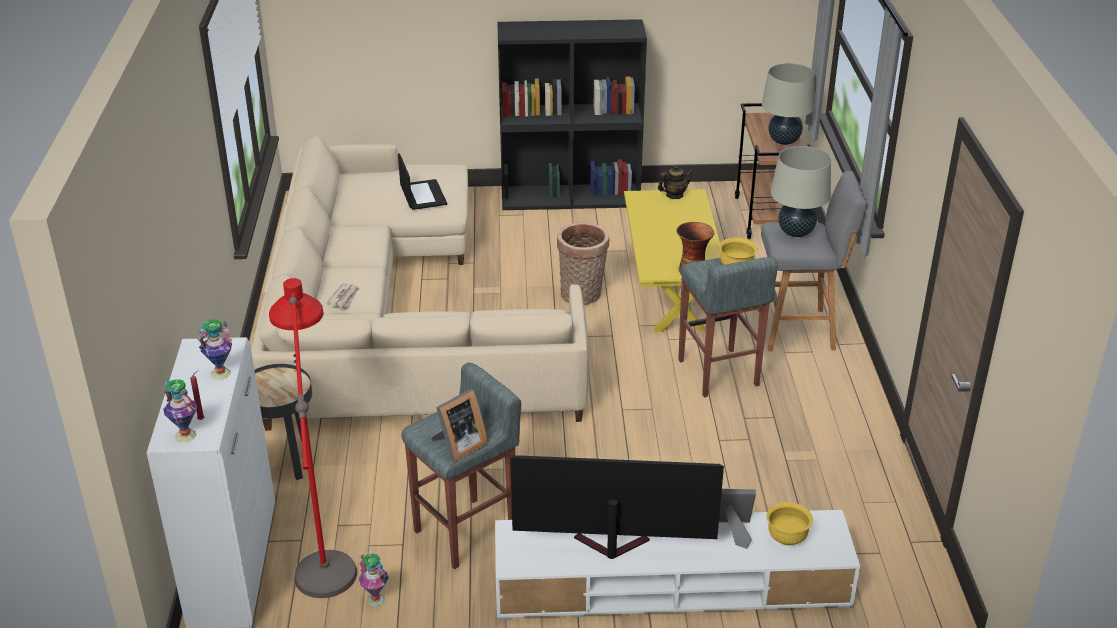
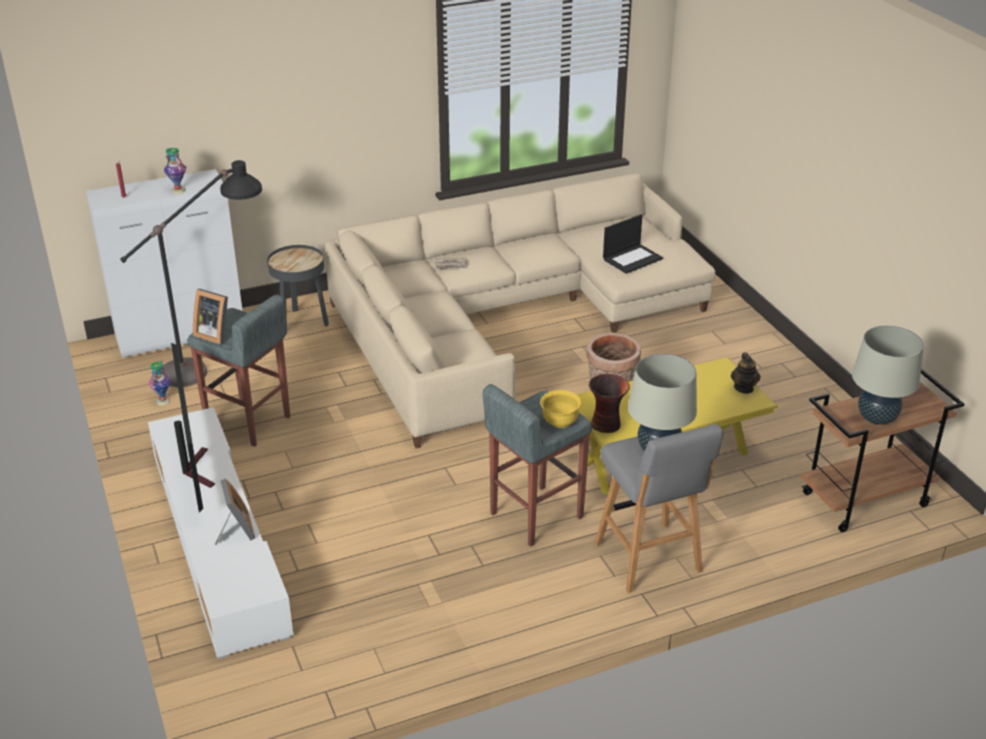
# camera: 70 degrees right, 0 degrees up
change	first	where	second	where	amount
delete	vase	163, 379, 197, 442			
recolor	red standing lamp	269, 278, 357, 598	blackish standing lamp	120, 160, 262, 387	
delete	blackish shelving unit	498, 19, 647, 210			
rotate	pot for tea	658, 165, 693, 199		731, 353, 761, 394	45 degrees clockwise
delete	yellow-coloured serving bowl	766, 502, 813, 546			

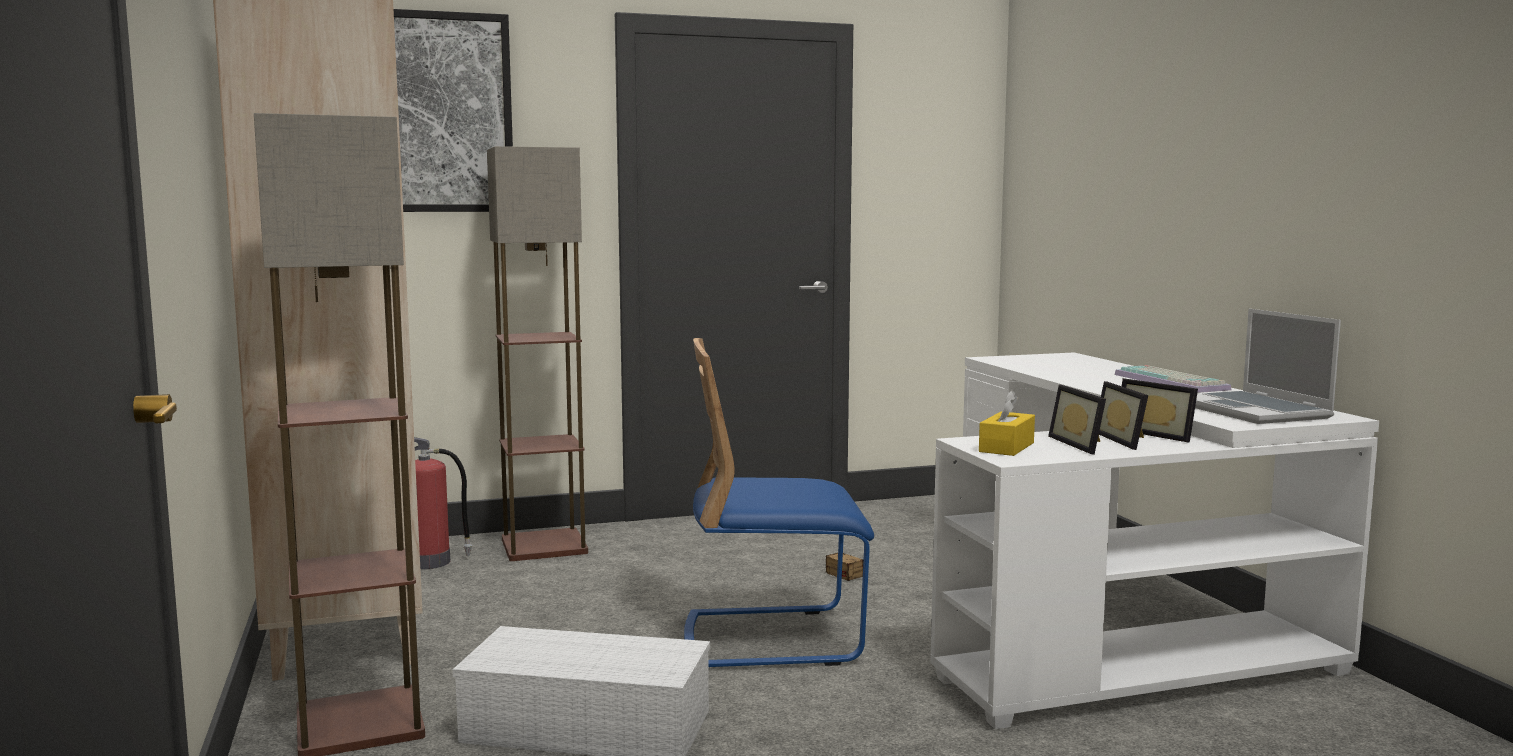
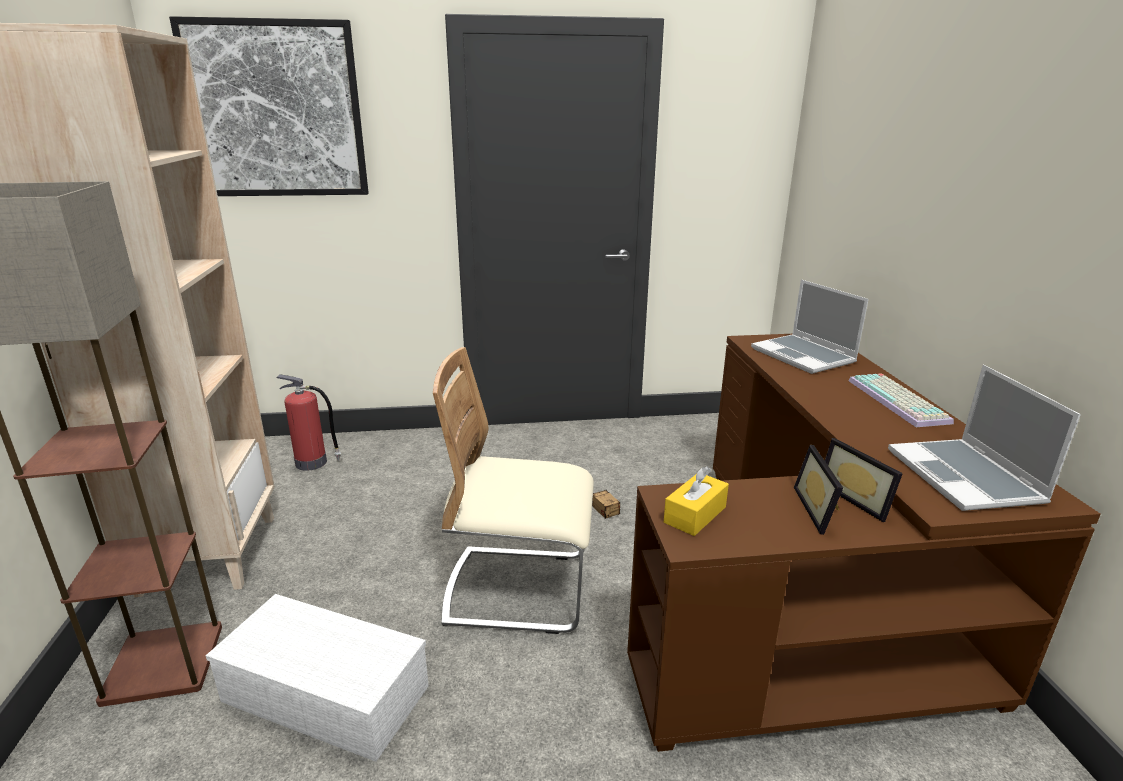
# camera: 10 degrees right, 15 degrees up
change	first	where	second	where	amount
delete	standing lamp	487, 146, 588, 561			
recolor	blue chair	684, 338, 874, 667	beige chair	433, 347, 594, 634	
recolor	whitish desk table	930, 353, 1379, 729	brown-coloured desk table	627, 334, 1101, 752	
delete	photo frame	1048, 385, 1106, 455			
insert			laptop	751, 279, 869, 374	

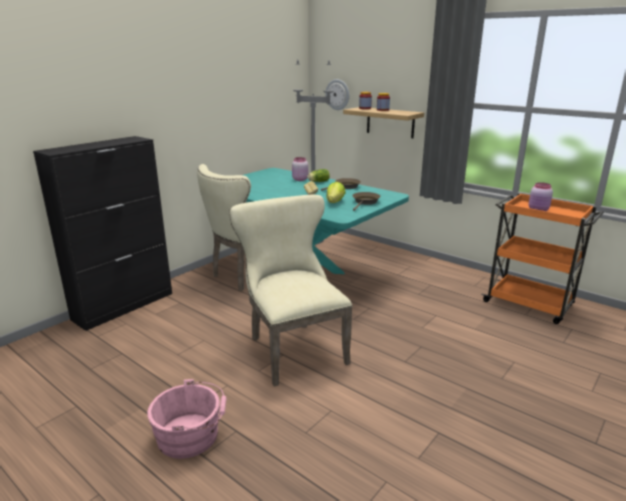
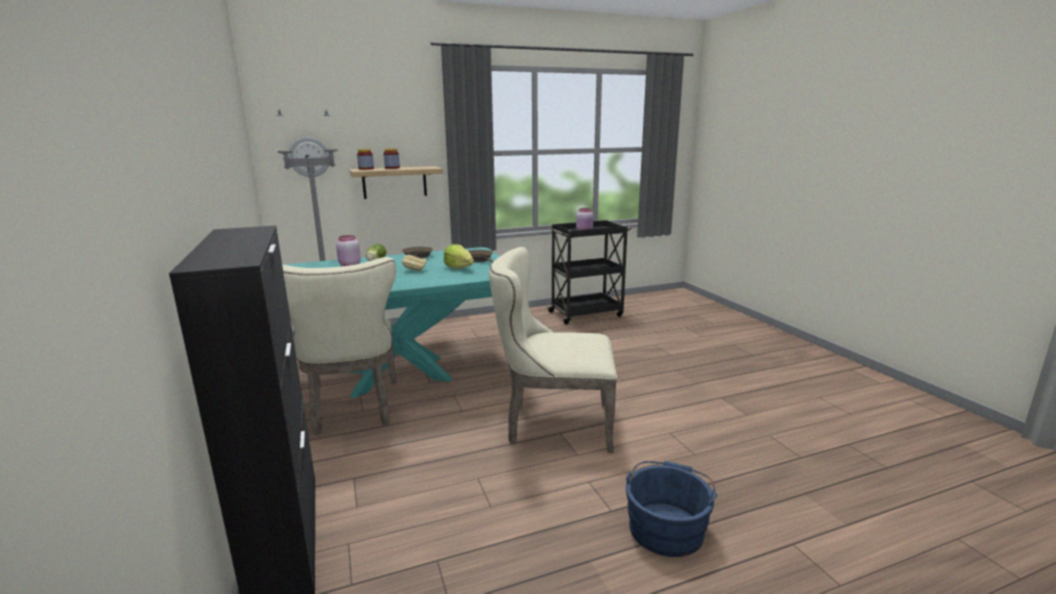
# camera: 60 degrees left, 5 degrees down
change	first	where	second	where	amount
recolor	pinkish pail	147, 379, 227, 459	blue pail	625, 461, 717, 557	
recolor	orange cart	481, 193, 604, 324	blackish cart	546, 220, 631, 325	

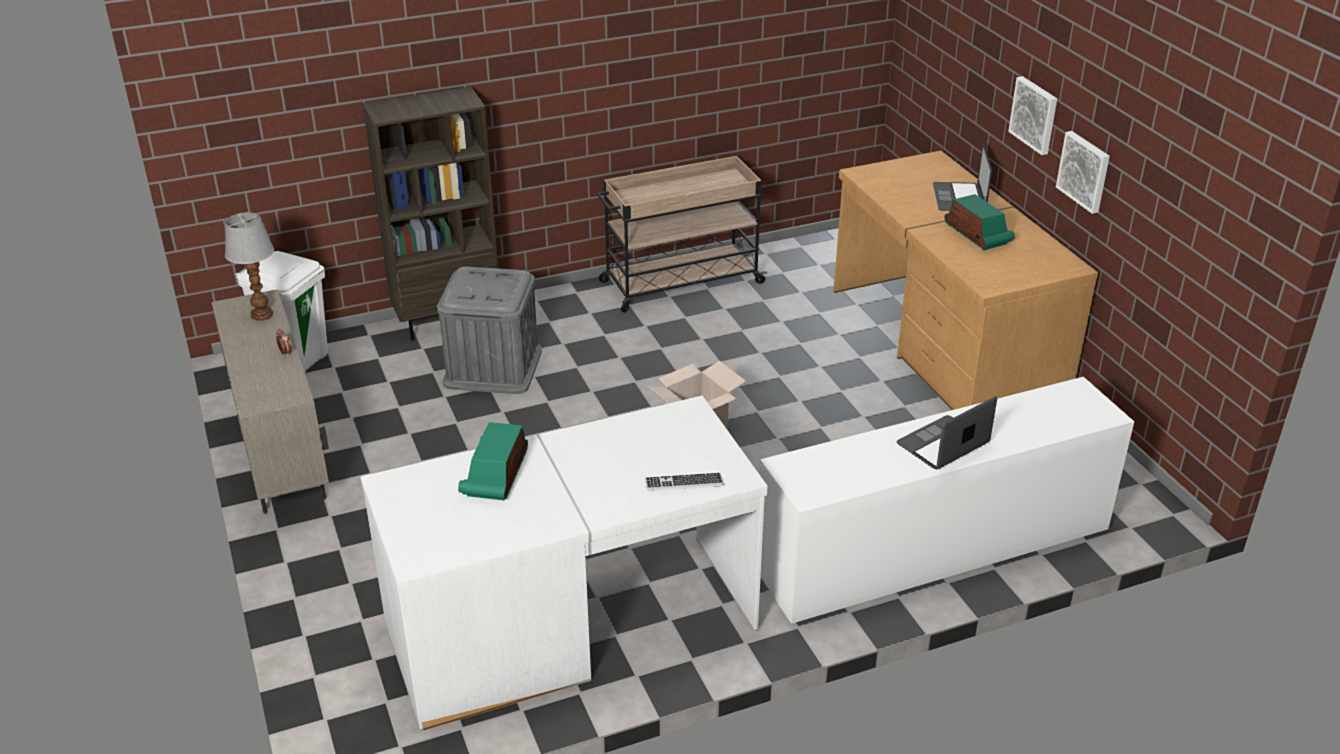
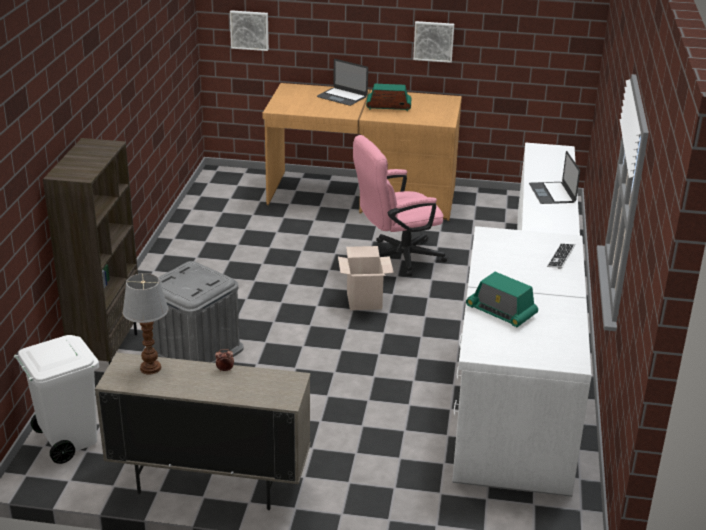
# camera: 60 degrees left, 5 degrees down
change	first	where	second	where	amount
delete	beige cart	597, 156, 767, 313			
move	wall picture	1008, 76, 1057, 155		230, 10, 269, 51	
insert			pinkish office chair	353, 135, 448, 276	

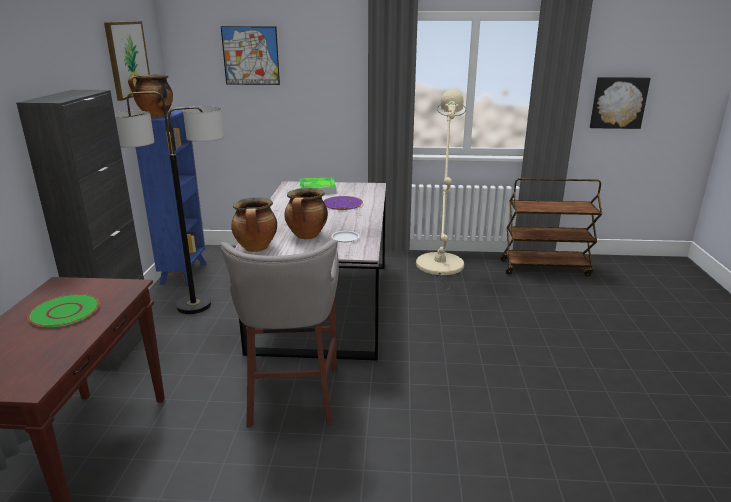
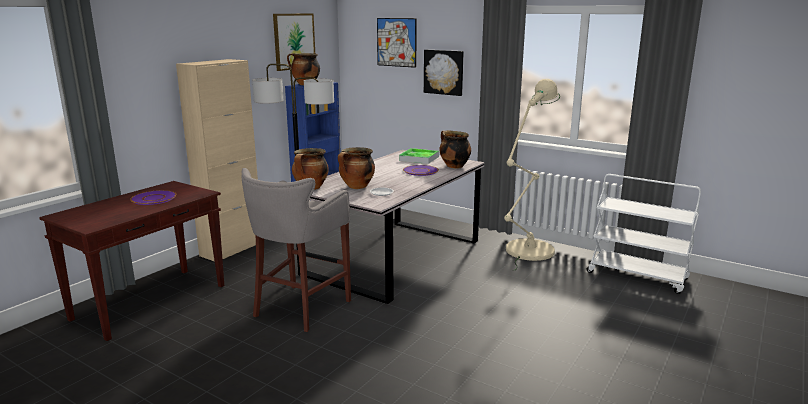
# camera: 30 degrees right, 5 degrees down
change	first	where	second	where	amount
recolor	blackish storage cabinet	16, 90, 144, 370	beige storage cabinet	176, 59, 258, 262	
recolor	greenish flat dish	28, 294, 99, 327	purplish flat dish	130, 190, 176, 205	
recolor	brown-coloured cart	500, 178, 602, 276	whitish cart	587, 174, 701, 294	
move	wall picture	590, 77, 651, 129		424, 50, 464, 96	
insert			cooking pot	439, 130, 471, 169	

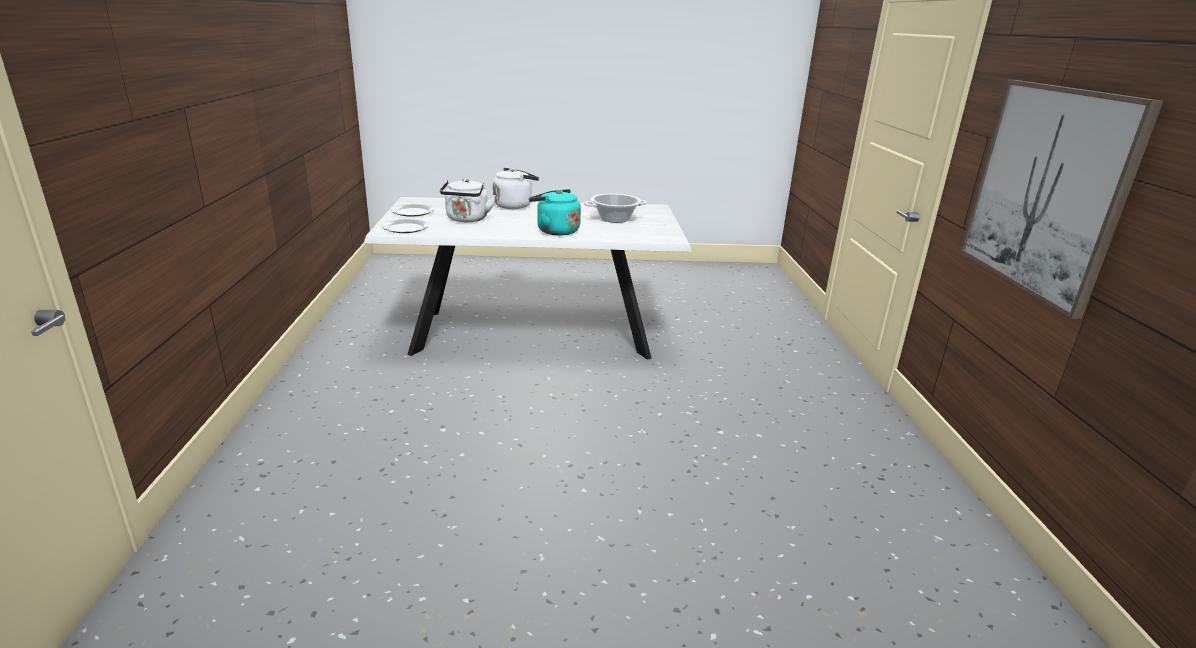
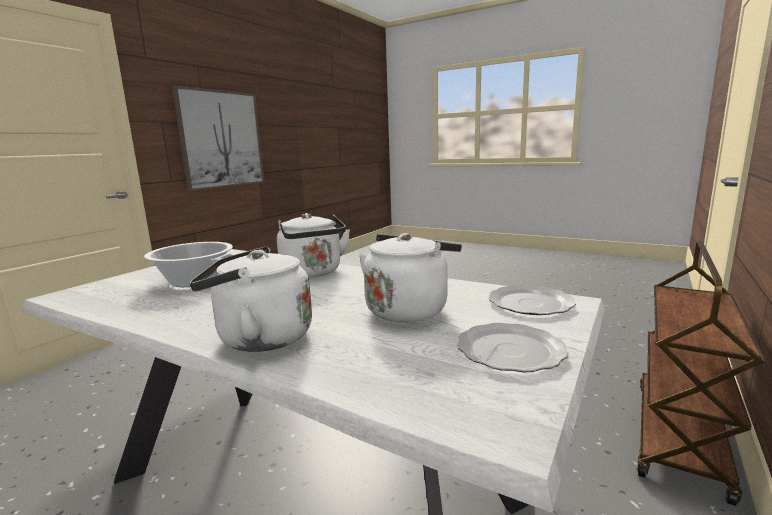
# camera: 145 degrees left, 10 degrees down
change	first	where	second	where	amount
recolor	turquoise tea kettle	529, 189, 581, 236	whitish tea kettle	277, 213, 350, 278	
insert			brown-coloured cart	637, 240, 766, 506	

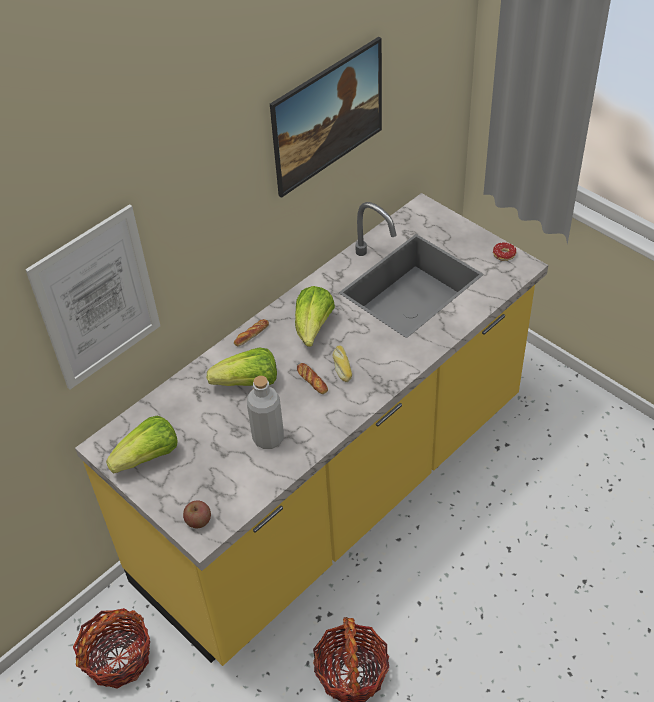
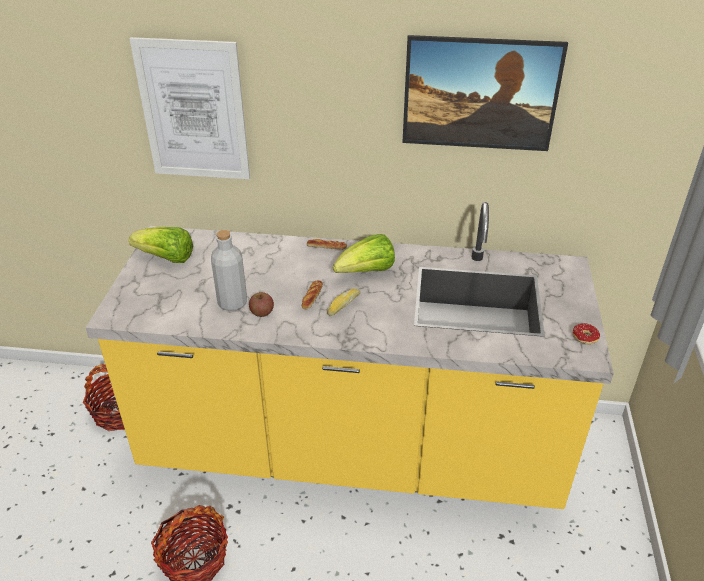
# camera: 50 degrees right, 10 degrees down
change	first	where	second	where	amount
move	whole apple	183, 500, 211, 528		249, 292, 274, 317	
delete	lettuce	207, 348, 277, 386			

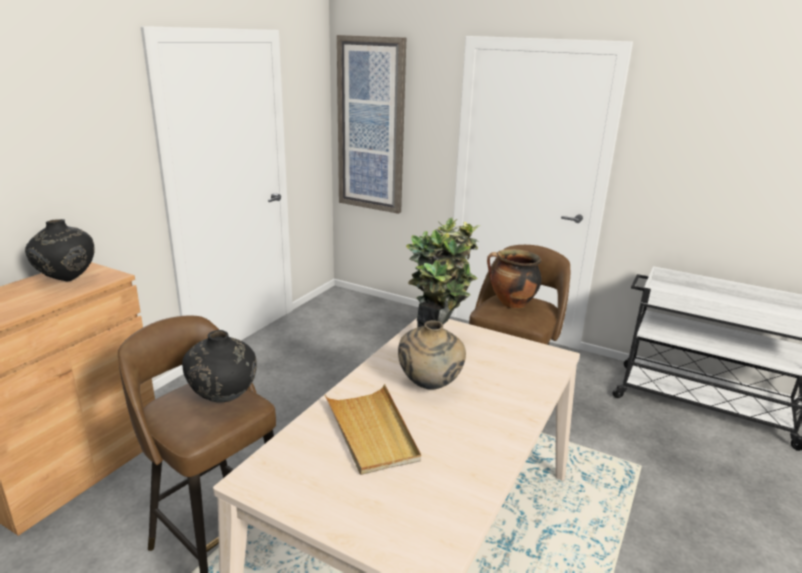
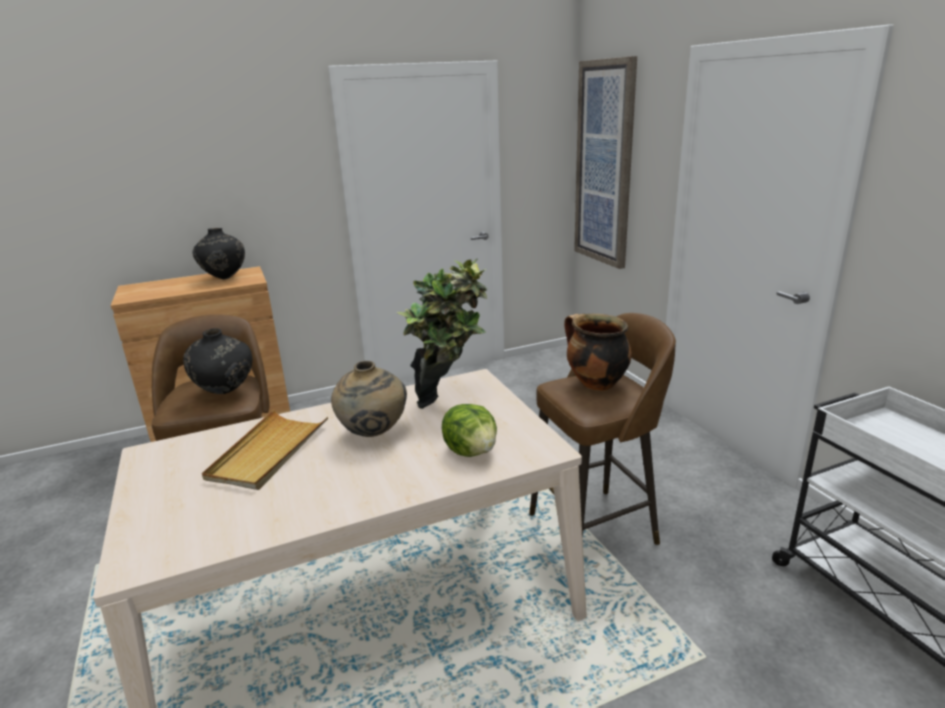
# camera: 40 degrees right, 0 degrees up
change	first	where	second	where	amount
insert			lettuce	442, 404, 497, 457	

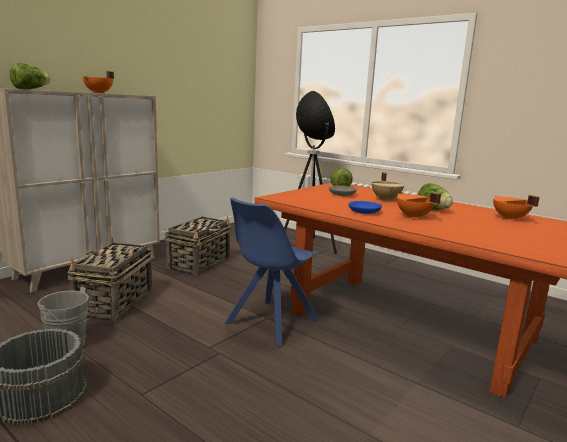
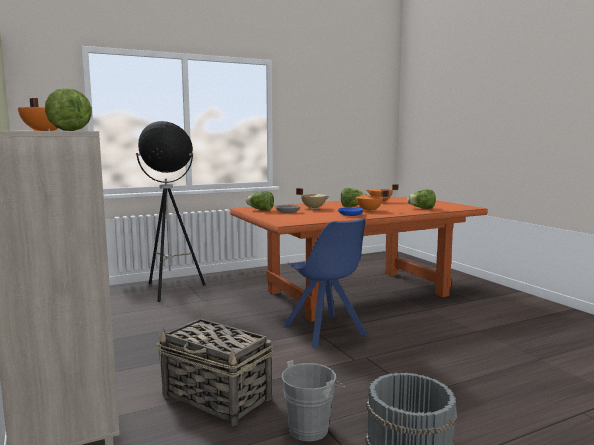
# camera: 65 degrees left, 5 degrees down
change	first	where	second	where	amount
delete	basket	165, 216, 231, 276			
insert			lettuce	407, 190, 436, 209	

